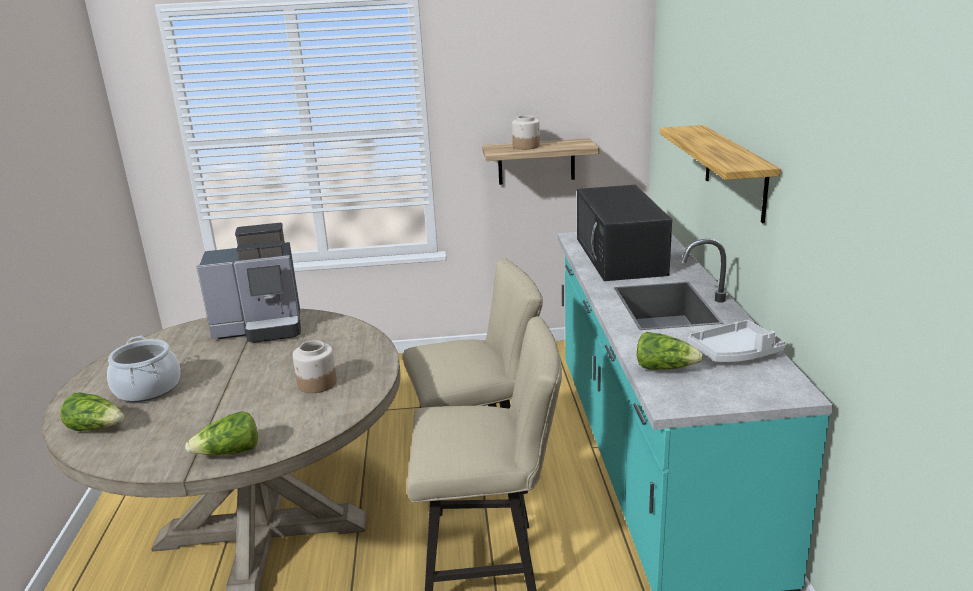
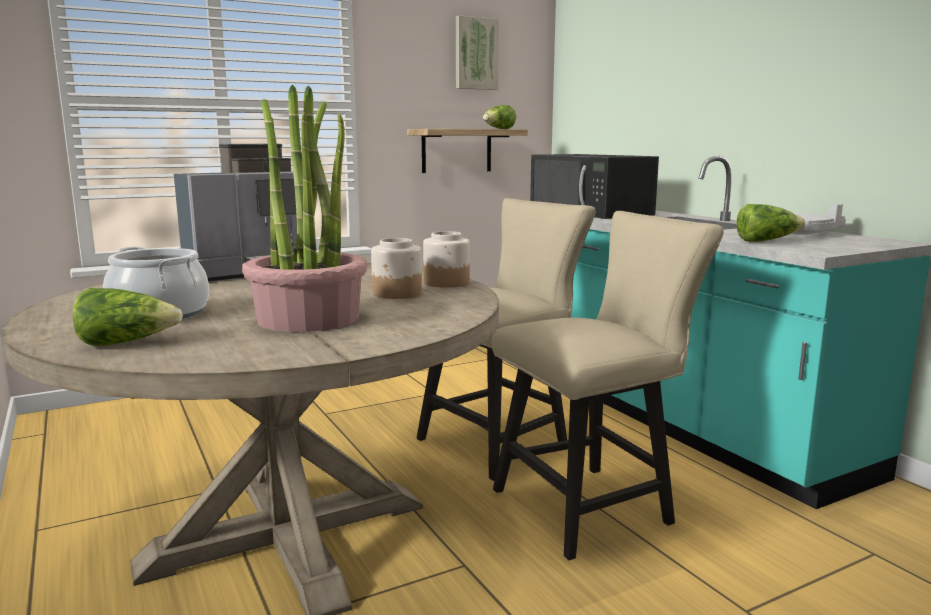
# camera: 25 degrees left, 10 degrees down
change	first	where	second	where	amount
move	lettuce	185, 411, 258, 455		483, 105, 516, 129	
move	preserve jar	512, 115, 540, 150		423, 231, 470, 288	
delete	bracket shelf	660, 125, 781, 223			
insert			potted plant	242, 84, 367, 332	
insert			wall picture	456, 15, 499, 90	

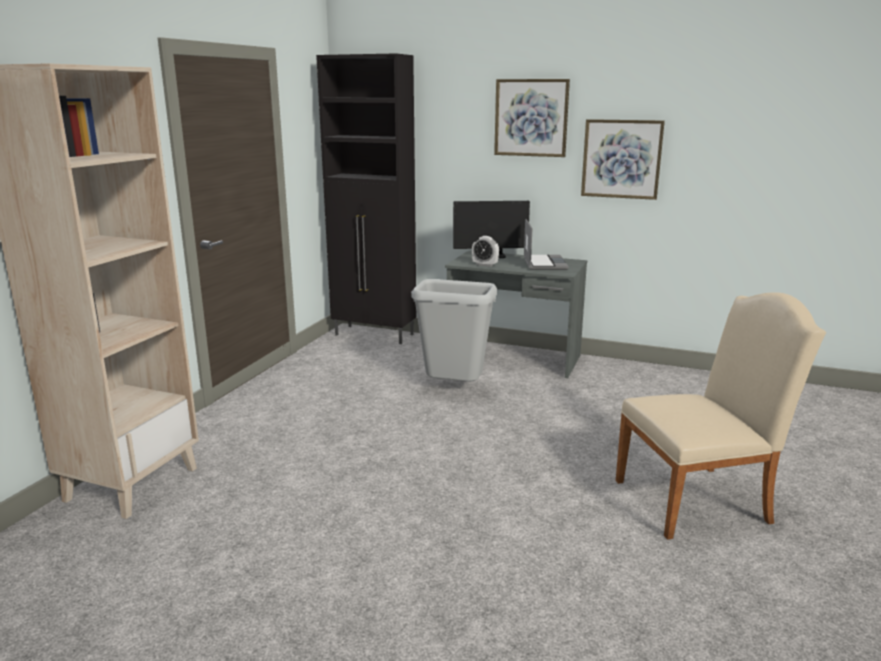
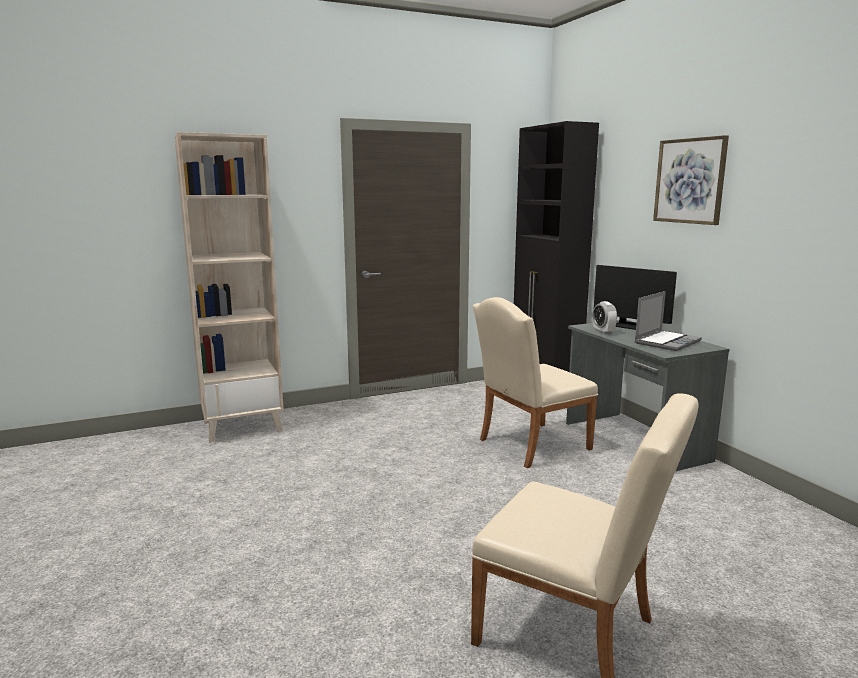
# camera: 45 degrees right, 5 degrees down
change	first	where	second	where	amount
replace	greyish rubbish bin	411, 279, 497, 382	beige chair	473, 297, 598, 468	
delete	wall picture	581, 119, 665, 200			

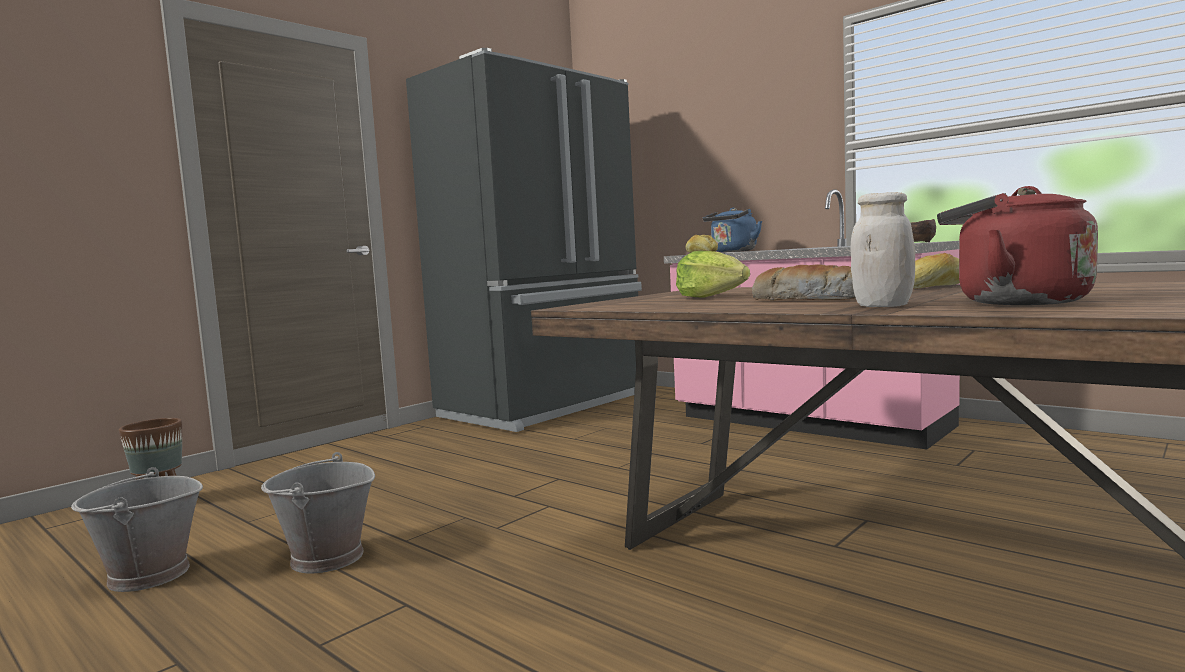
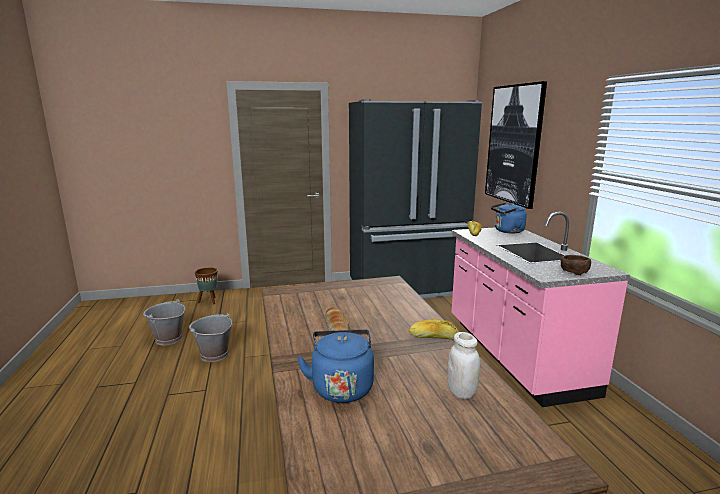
# camera: 35 degrees right, 10 degrees up
change	first	where	second	where	amount
delete	lettuce	676, 251, 750, 297			
move	whitish preserve jar	851, 192, 915, 307		447, 332, 480, 399	
recolor	red tea kettle	937, 186, 1098, 305	blue tea kettle	297, 329, 374, 403	
insert			wall picture	485, 81, 547, 209	

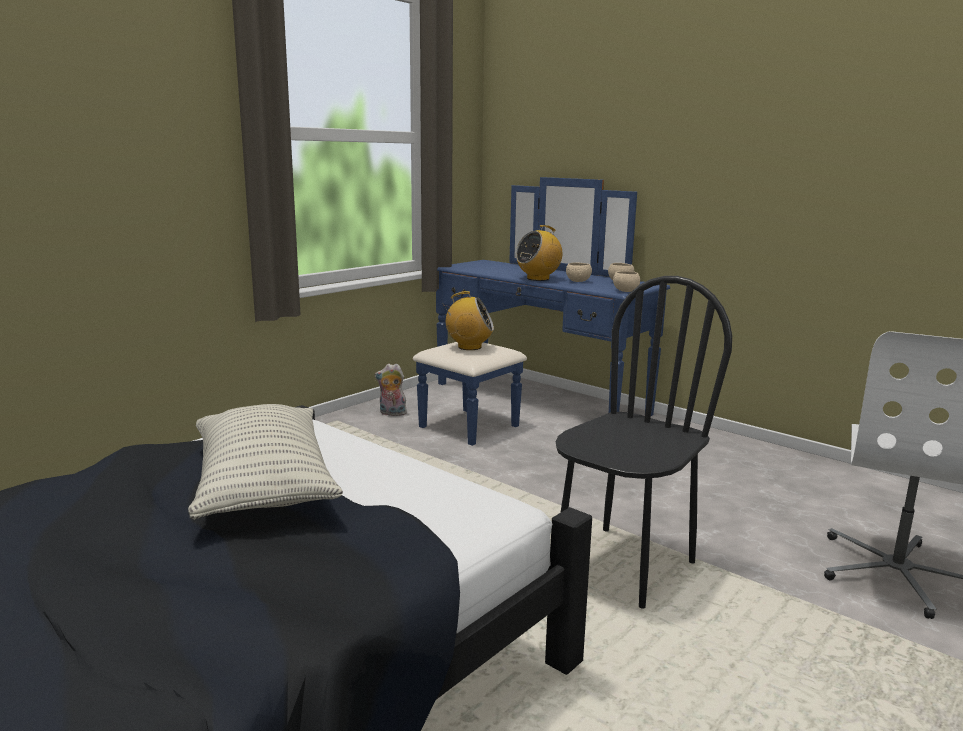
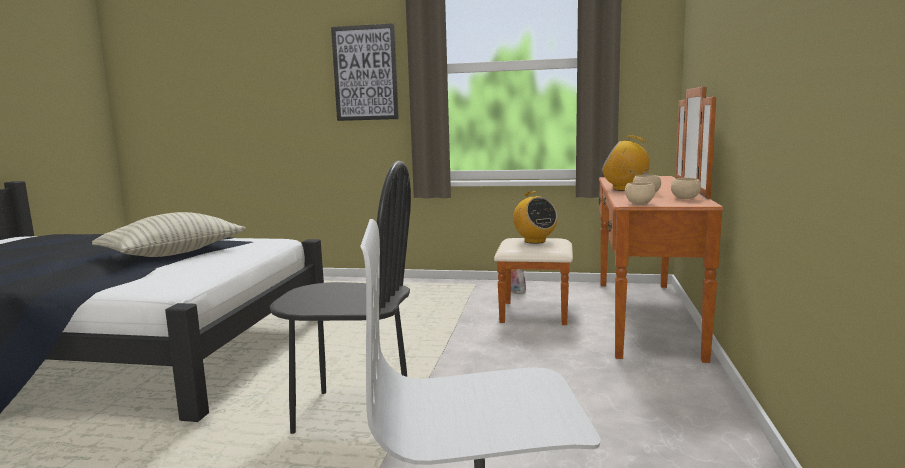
# camera: 60 degrees right, 5 degrees down
change	first	where	second	where	amount
recolor	blue chest of drawers	413, 177, 670, 446	brown-coloured chest of drawers	494, 86, 724, 363	
insert			wall picture	331, 23, 399, 121	

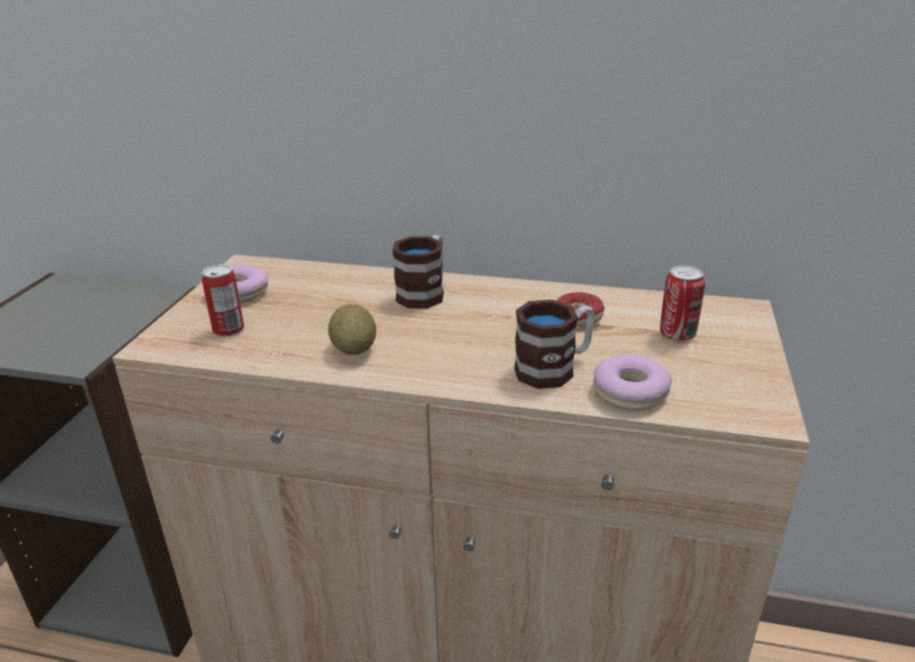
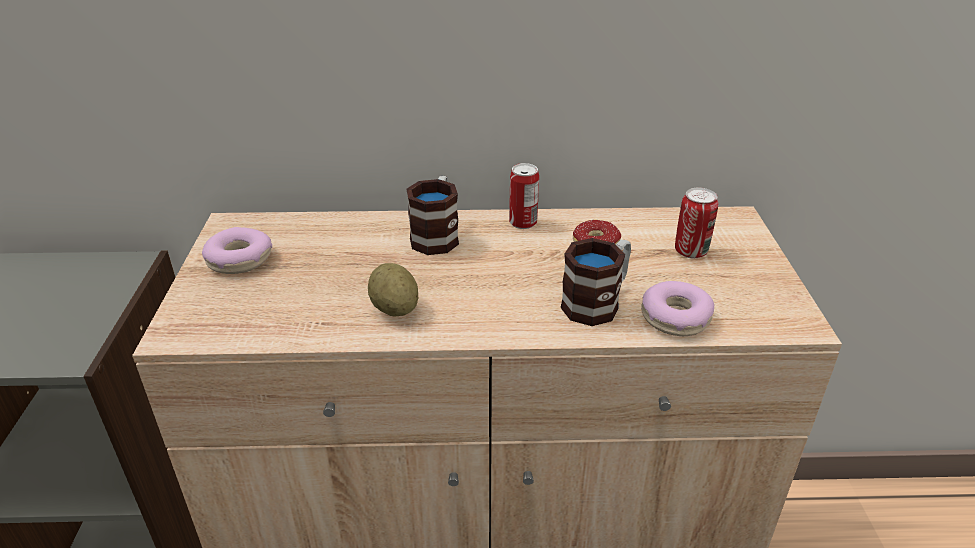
# camera: 15 degrees left, 5 degrees up
change	first	where	second	where	amount
move	sealed can	202, 264, 244, 337		509, 163, 539, 229	

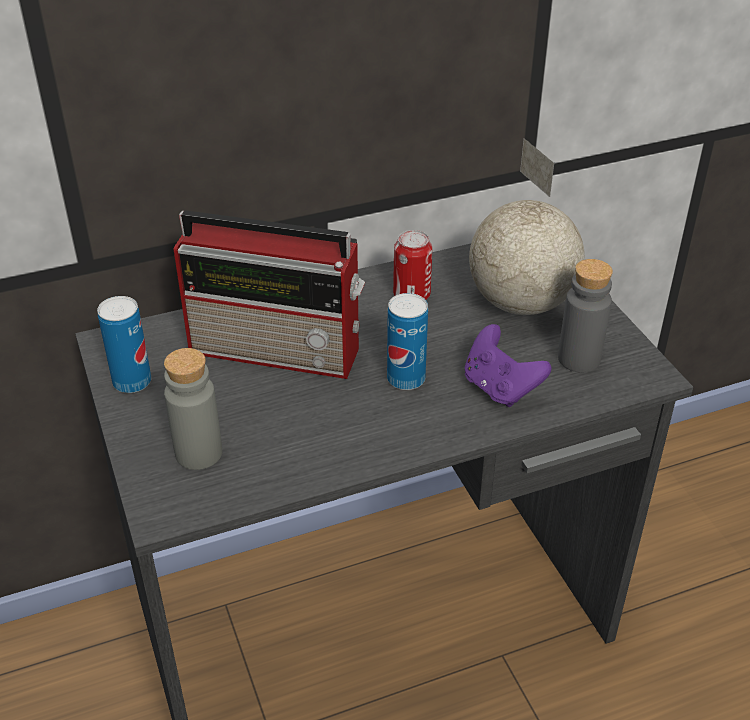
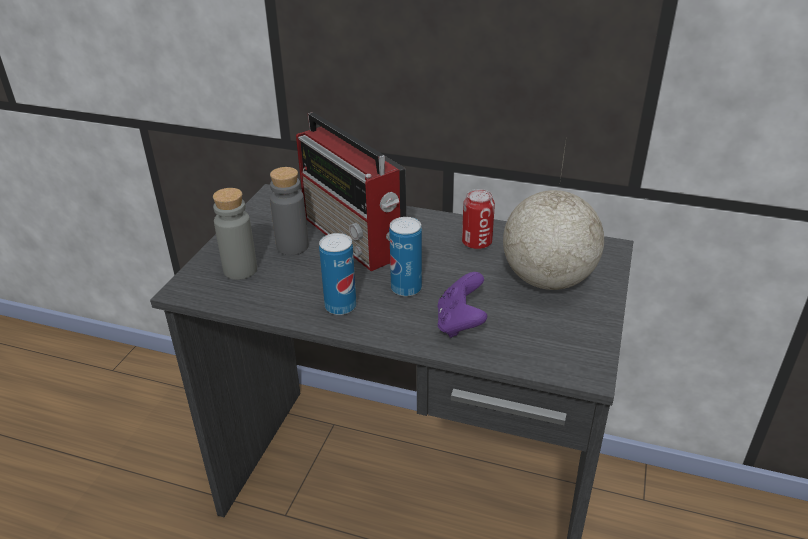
# camera: 40 degrees right, 5 degrees down
change	first	where	second	where	amount
move	sealed can	97, 296, 151, 393		319, 233, 356, 315	
move	greyish beverage bottle	558, 259, 613, 372		270, 167, 309, 255	

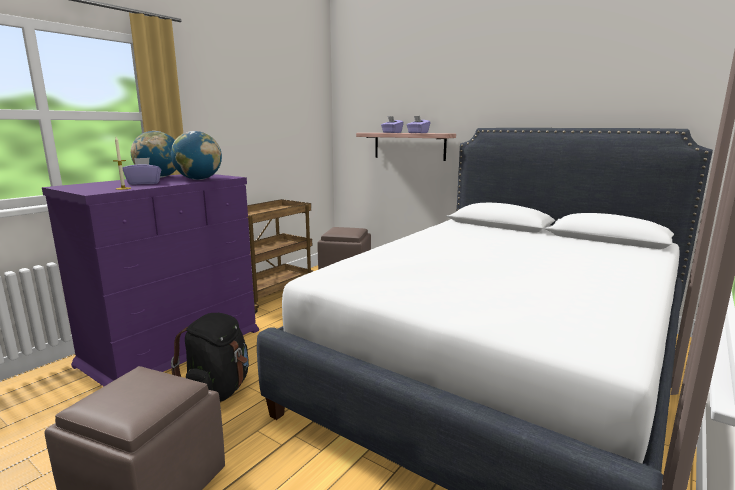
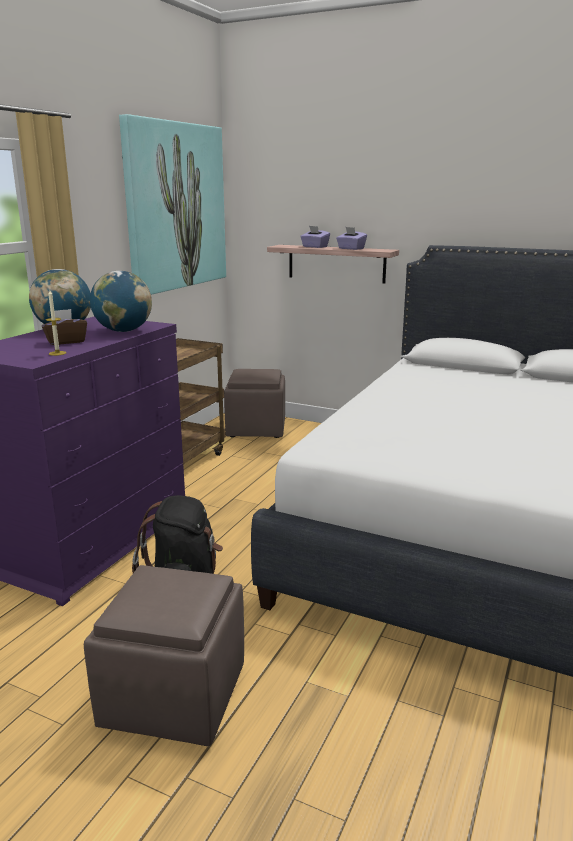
# camera: 10 degrees left, 5 degrees up
change	first	where	second	where	amount
recolor	purplish tissue holder	122, 158, 161, 185	brown-coloured tissue holder	42, 309, 87, 345	
insert			wall picture	119, 114, 226, 295	

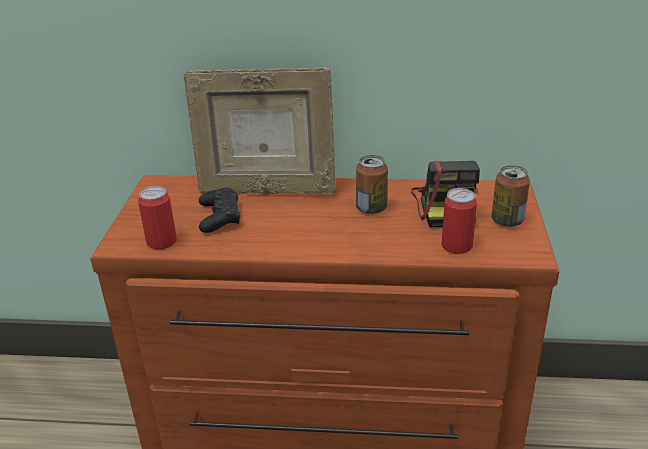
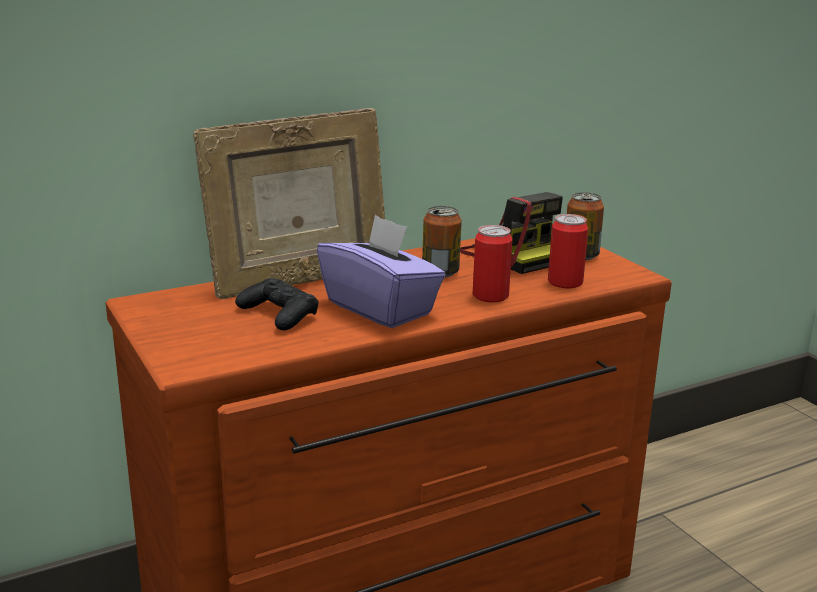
# camera: 35 degrees left, 10 degrees down
change	first	where	second	where	amount
move	sealed can	138, 186, 177, 250		473, 225, 512, 302	
insert			purplish tissue holder	317, 215, 445, 328	

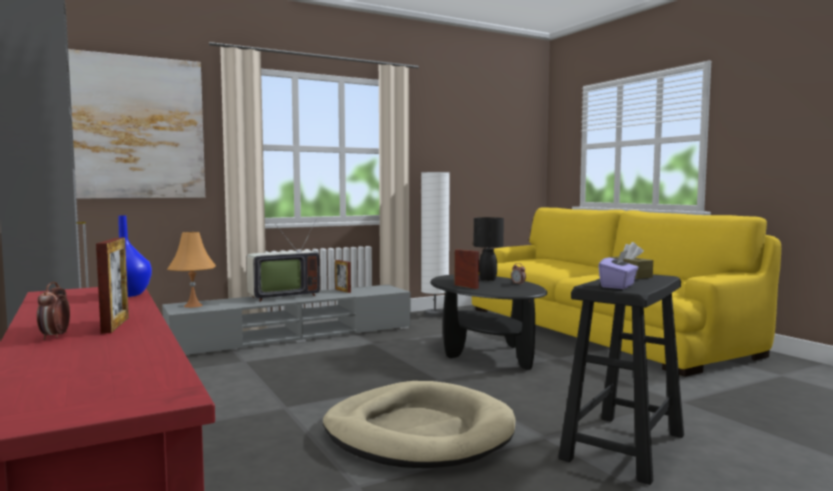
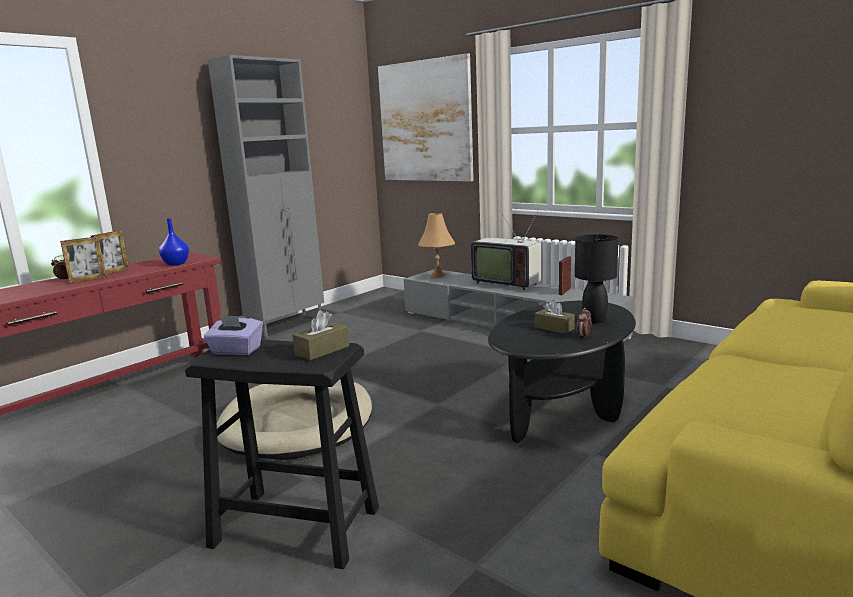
# camera: 70 degrees right, 10 degrees up
change	first	where	second	where	amount
delete	whitish standing lamp	421, 172, 450, 317			
move	photo frame	455, 249, 479, 289		91, 230, 129, 275	
insert			brown-coloured tissue holder	535, 300, 575, 334	

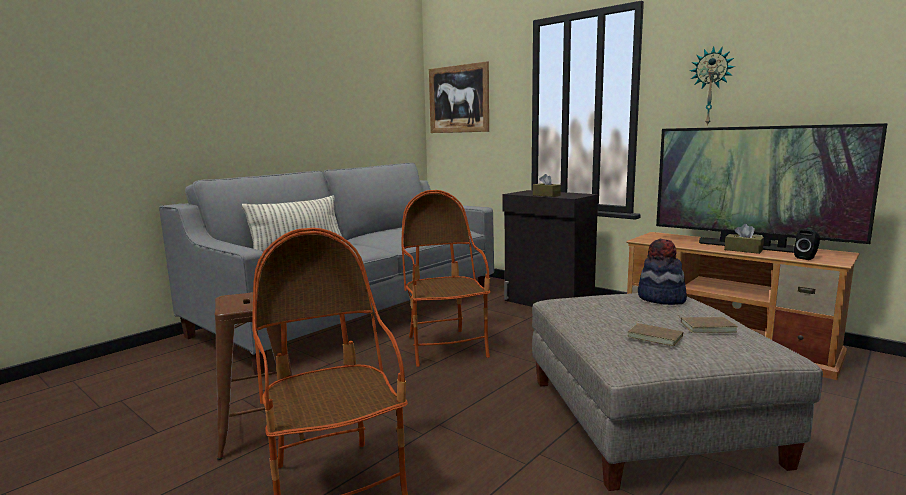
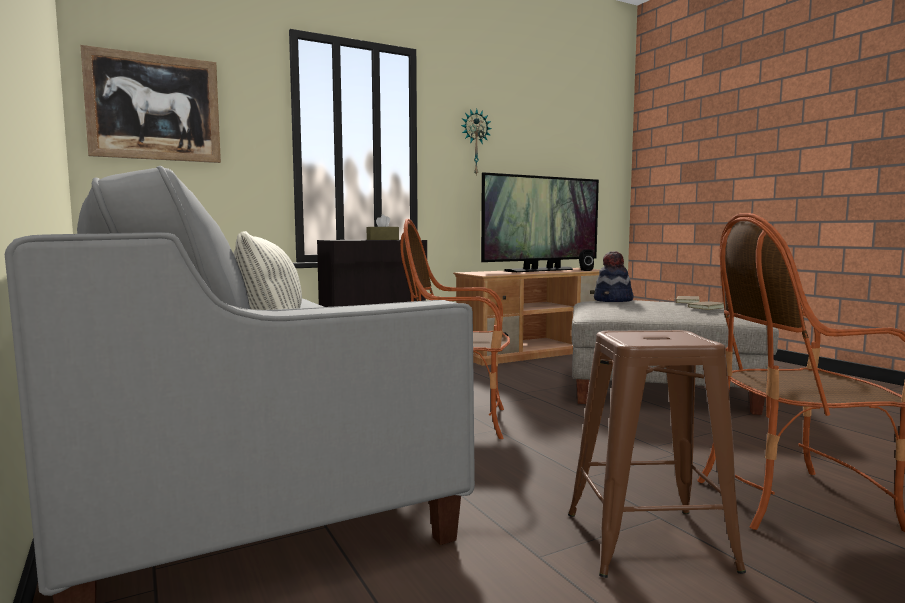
# camera: 70 degrees left, 5 degrees down
change	first	where	second	where	amount
delete	brown-coloured tissue holder	724, 224, 764, 254			

